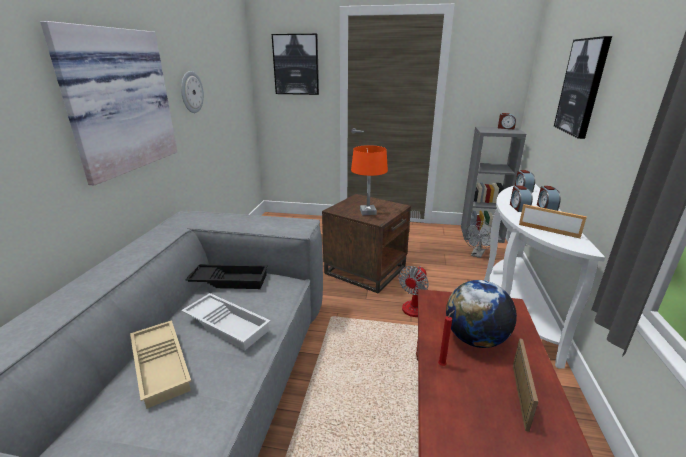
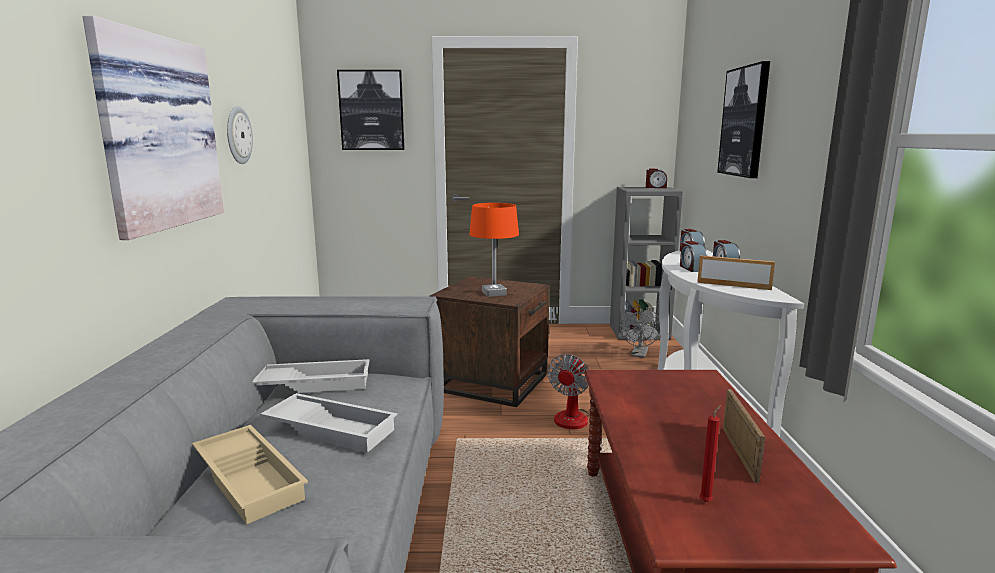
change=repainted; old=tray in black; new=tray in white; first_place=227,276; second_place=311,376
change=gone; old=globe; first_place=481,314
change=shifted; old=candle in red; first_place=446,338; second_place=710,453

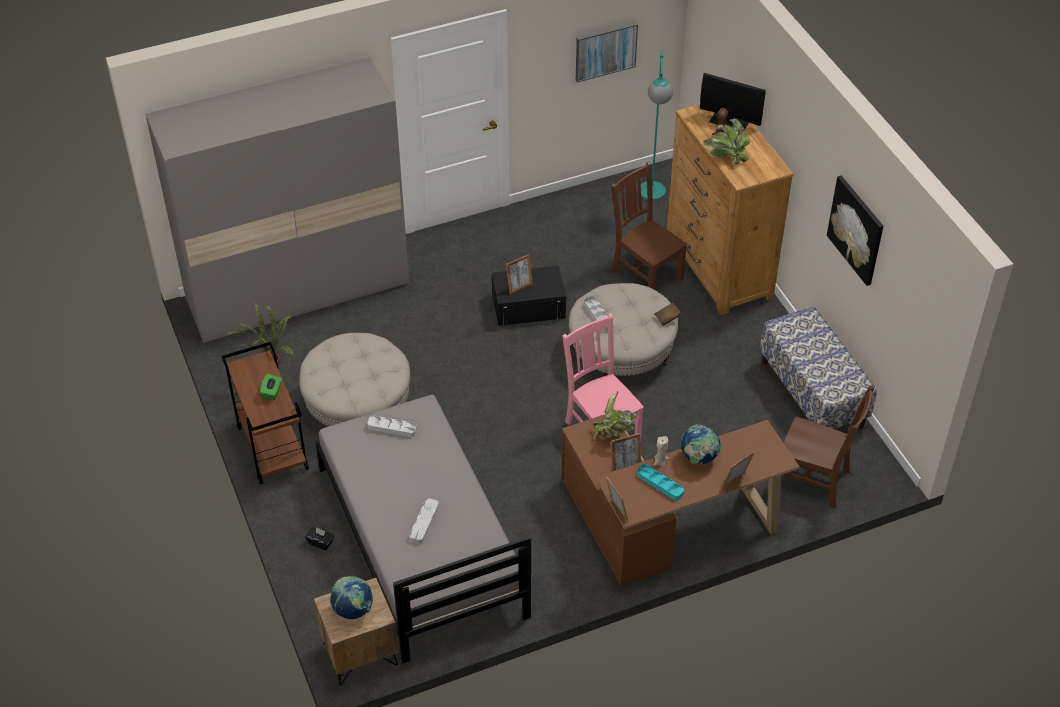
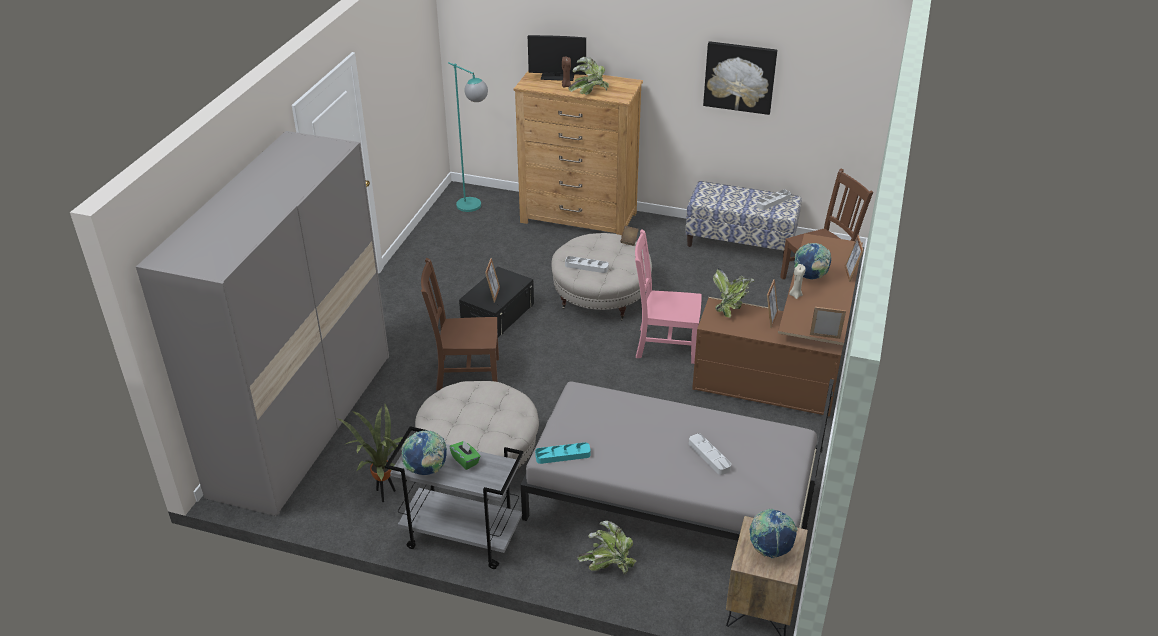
change=gone; old=picture; first_place=607,52
change=rotated; old=monitor; first_place=733,101; second_place=557,58; degrees=-150
change=shifted; old=chair in brown; first_place=649,225; second_place=460,324
change=repainted; old=cart in brown; new=cart in grey; first_place=265,413; second_place=454,497
change=shifted; old=tray in grey; first_place=392,426; second_place=774,200
change=shifted; old=tray in turquoise; first_place=660,482; second_place=563,453
change=swapped; old=tissue box in black; new=potted plant; first_place=319,538; second_place=606,547
change=new; new=globe; second_place=424,452

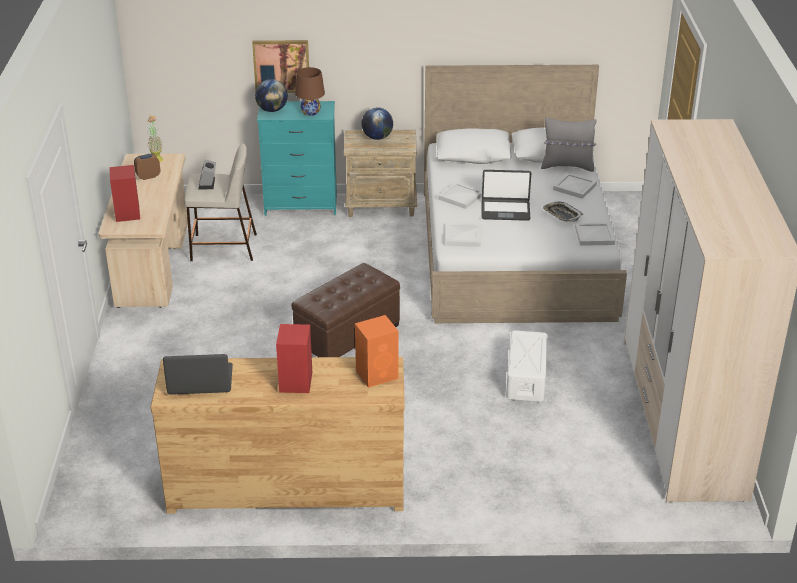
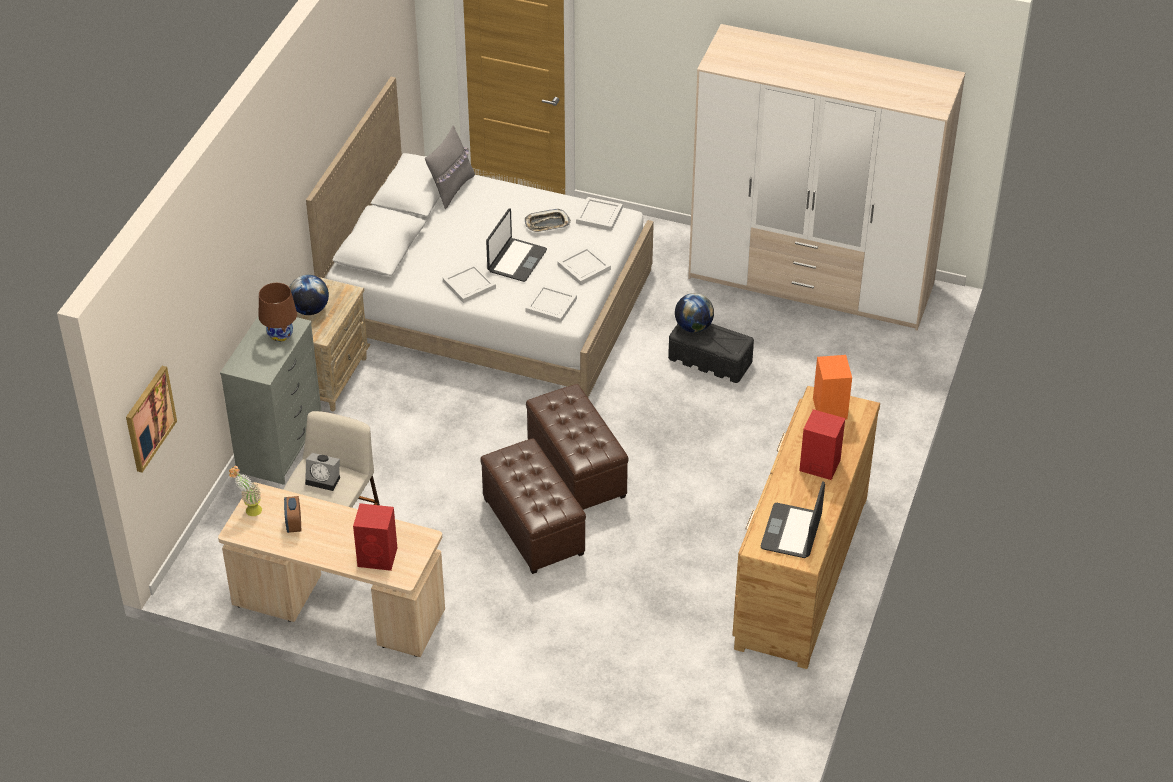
change=shifted; old=picture; first_place=280,66; second_place=151,419
change=shifted; old=globe; first_place=271,95; second_place=694,313
change=repainted; old=dresser in turquoise; new=dresser in grey; first_place=297,158; second_place=271,400
change=shifted; old=tray in white; first_place=575,186; second_place=584,265
change=repainted; old=storage box in white; new=storage box in black; first_place=527,366; second_place=711,353
change=new; new=ottoman in brown; second_place=533,506

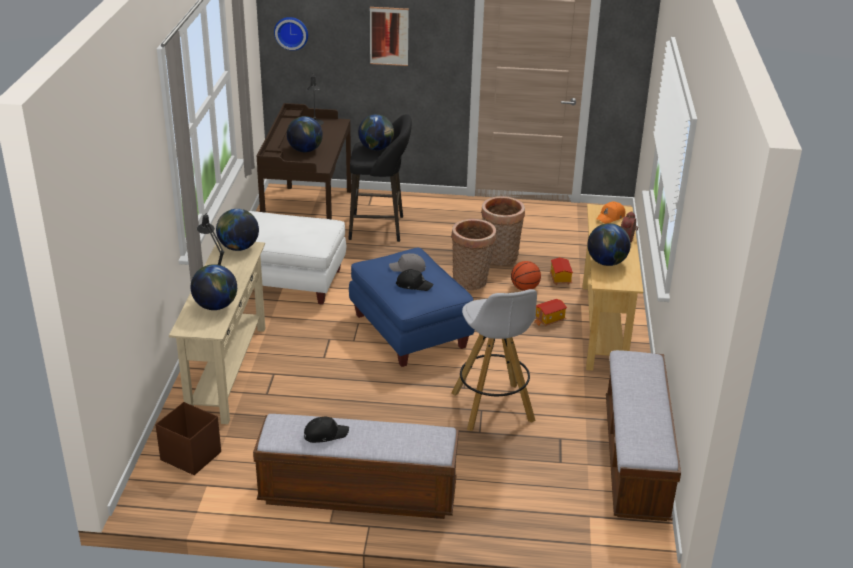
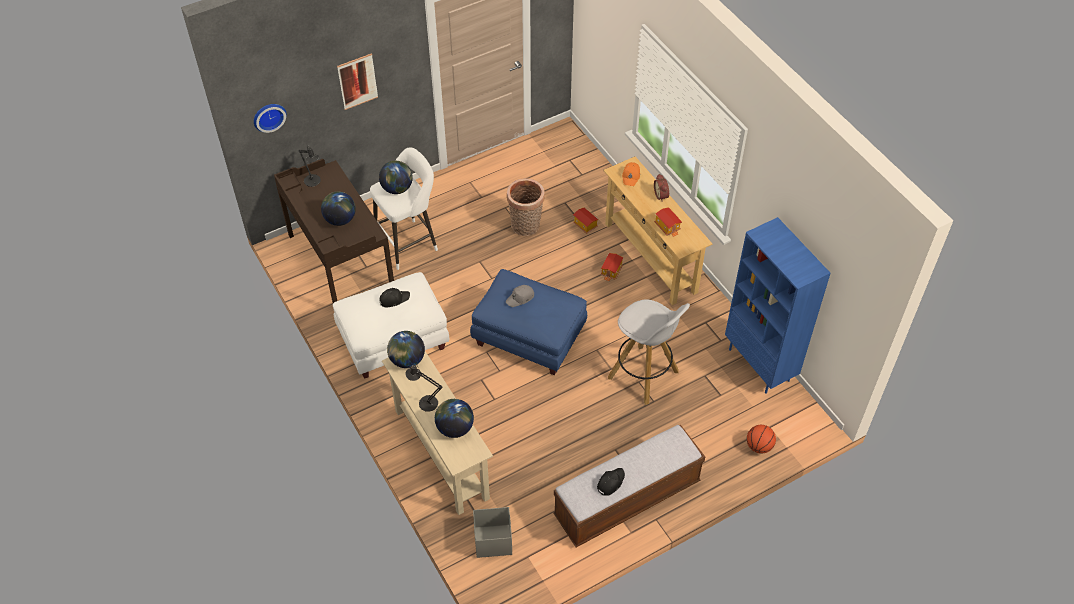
change=repainted; old=stool in black; new=stool in white; first_place=380,178; second_place=404,208
change=gone; old=basket; first_place=473,254
change=swapped; old=globe; new=toy house; first_place=609,244; second_place=668,222
change=shifted; old=basketball; first_place=526,276; second_place=761,439
change=shifted; old=cap in black; first_place=415,280; second_place=394,298
change=swapped; old=bench; new=bookcase in blue; first_place=643,435; second_place=778,305
change=repainted; old=storage box in brown; new=storage box in grey; first_place=188,438; second_place=492,532

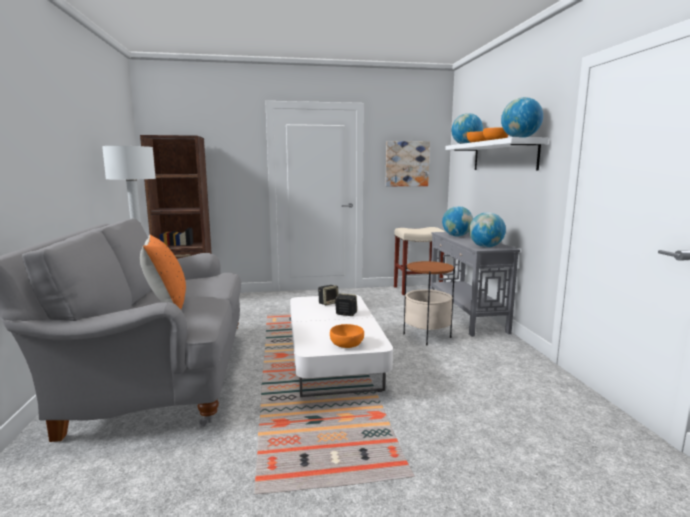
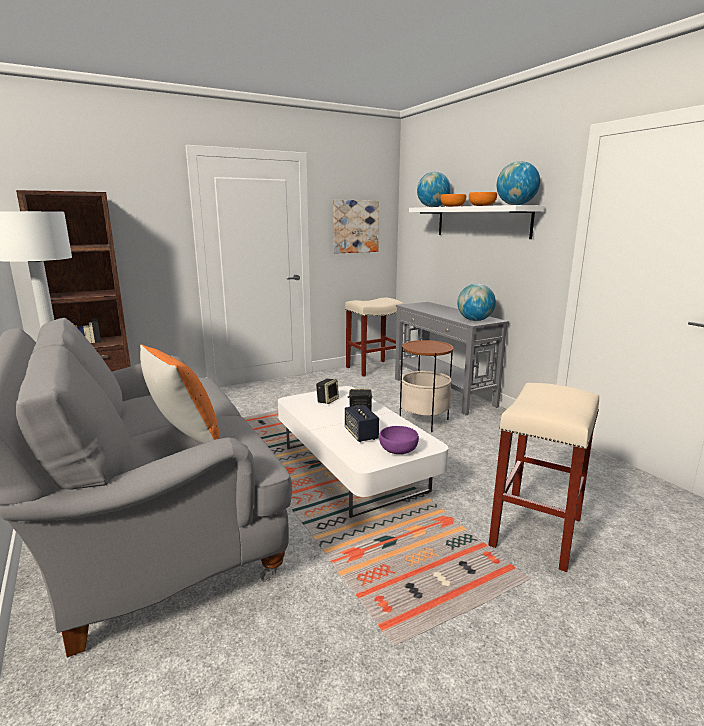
change=gone; old=globe; first_place=457,221
change=repainted; old=bowl in orange; new=bowl in purple; first_place=347,336; second_place=399,440
change=new; new=stool in beige; second_place=544,477
change=new; new=speaker; second_place=362,423

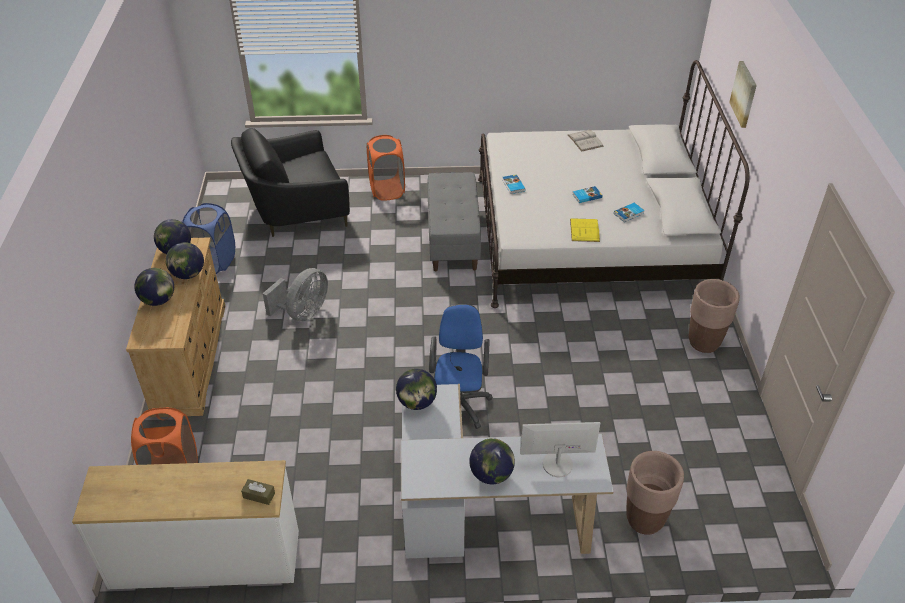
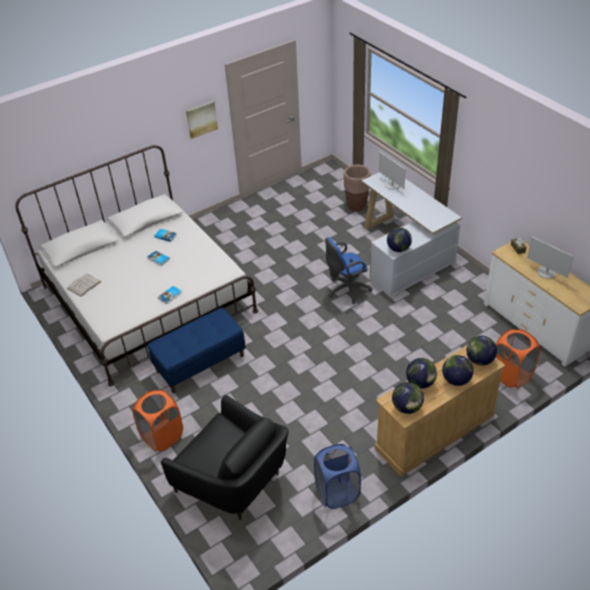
change=shifted; old=picture; first_place=743,94; second_place=202,120
change=repainted; old=bench in grey; new=bench in blue; first_place=454,221; second_place=197,350
change=gone; old=book in yellow; first_place=585,230
change=gone; old=fan in grey; first_place=295,295
change=gone; old=planter in brown; first_place=714,316
change=shifted; old=globe; first_place=492,461; second_place=481,351
change=new; new=monitor; second_place=550,258

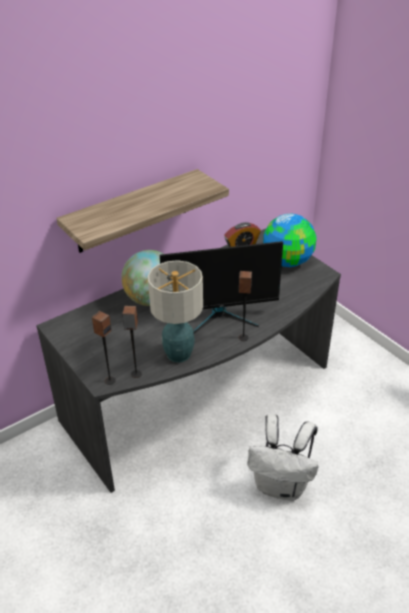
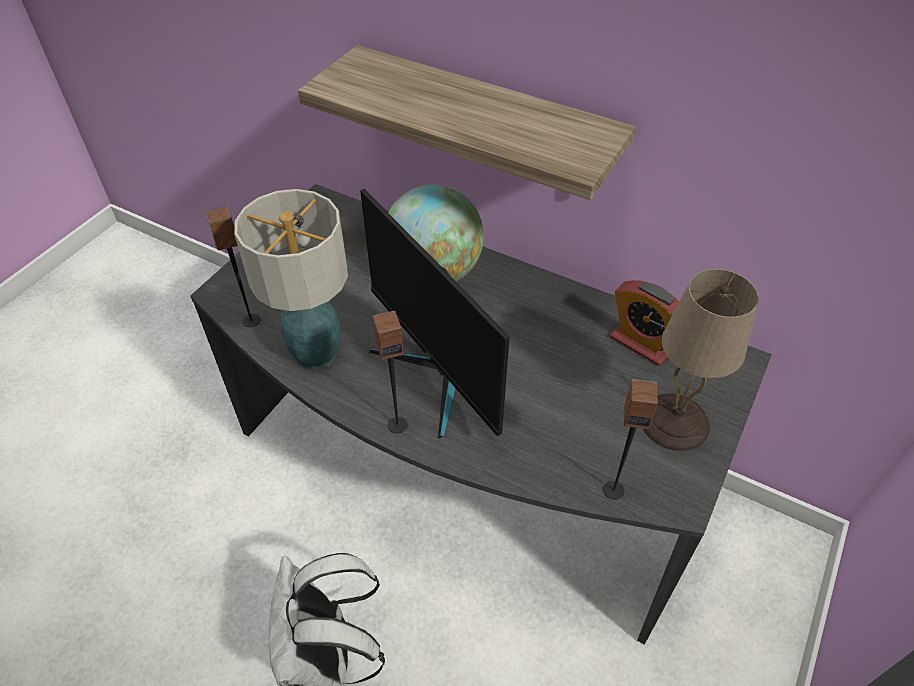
change=swapped; old=globe; new=table lamp in beige; first_place=290,240; second_place=701,360
change=shifted; old=speaker; first_place=104,348; second_place=630,439

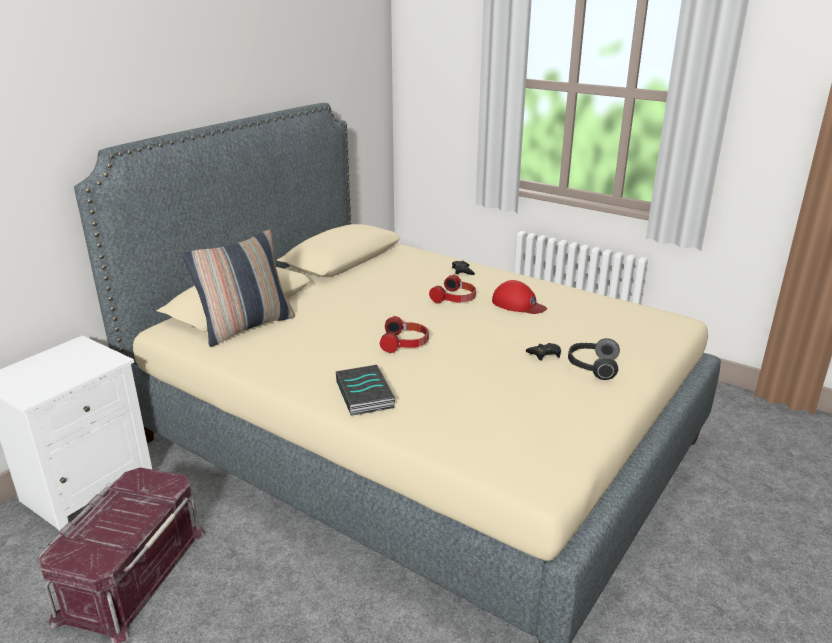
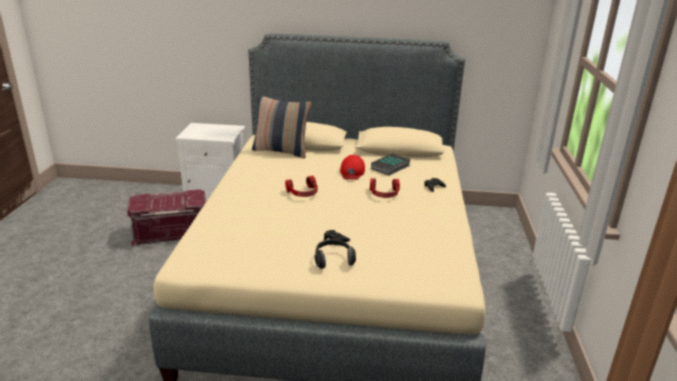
change=shifted; old=cap in red; first_place=519,297; second_place=352,167
change=shifted; old=book; first_place=365,390; second_place=390,164

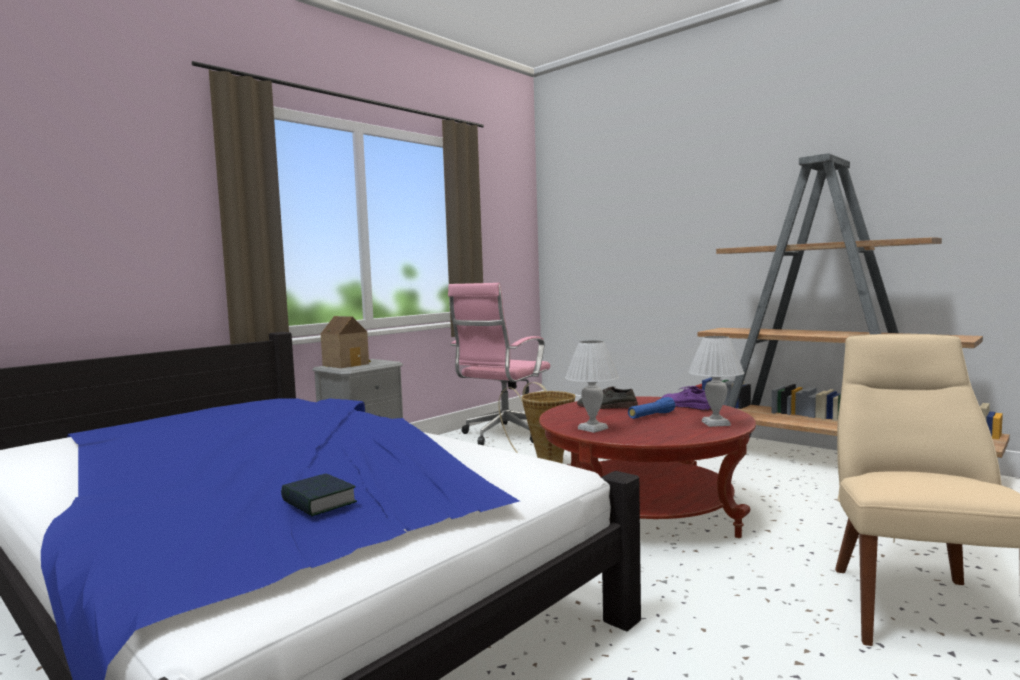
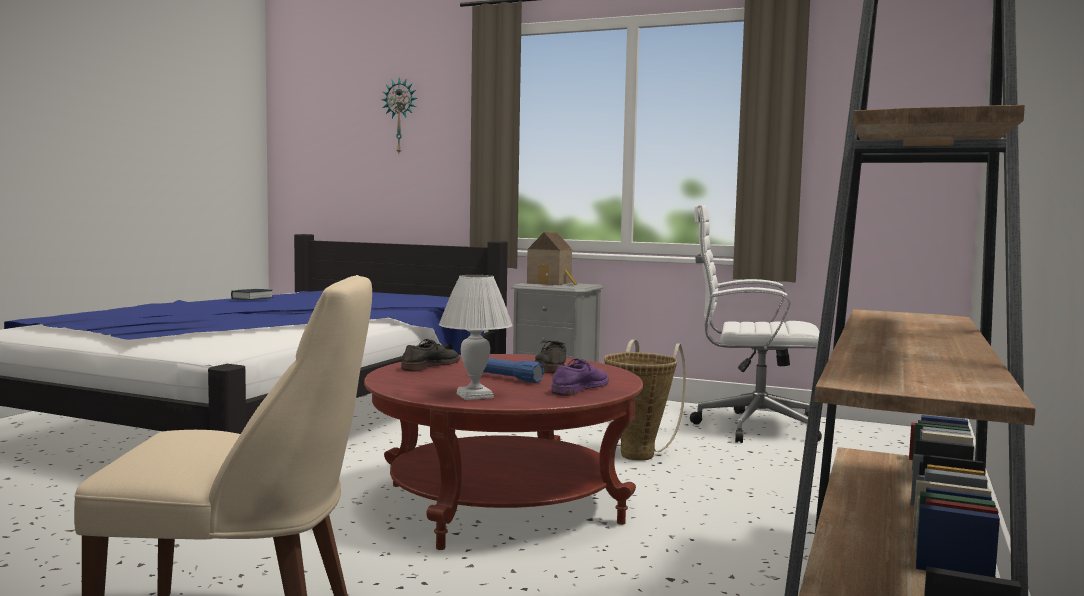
change=repainted; old=office chair in pink; new=office chair in white; first_place=499,364; second_place=756,324
change=swapped; old=table lamp in white; new=shoe in grey; first_place=592,386; second_place=430,355
change=shifted; old=book; first_place=319,495; second_place=252,294
change=new; new=wall clock; second_place=399,115

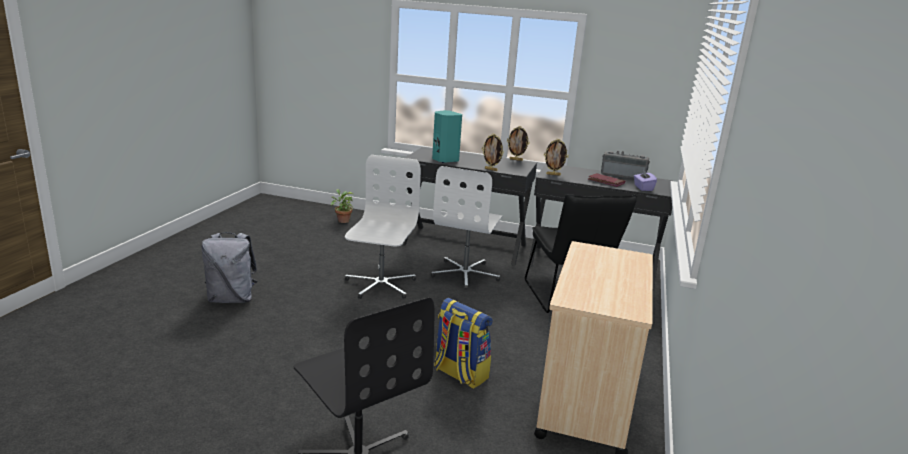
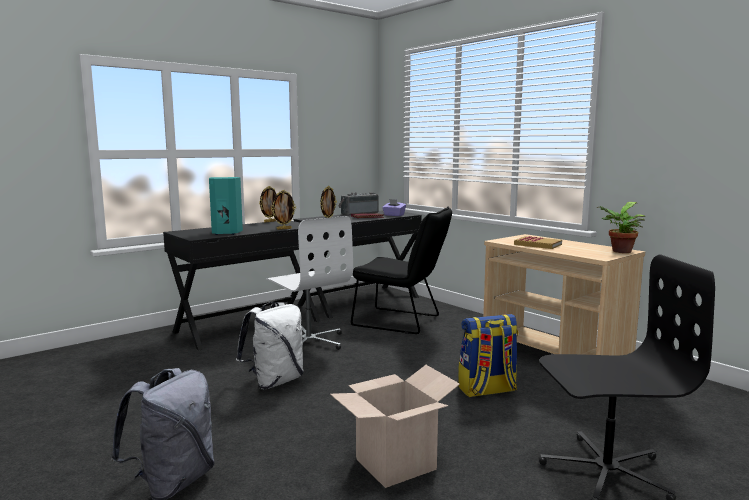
change=swapped; old=office chair in white; new=backpack in white; first_place=383,227; second_place=270,345
change=shifted; old=potted plant; first_place=342,206; second_place=621,227
change=new; new=book; second_place=538,242
change=new; new=cardboard box; second_place=395,426

